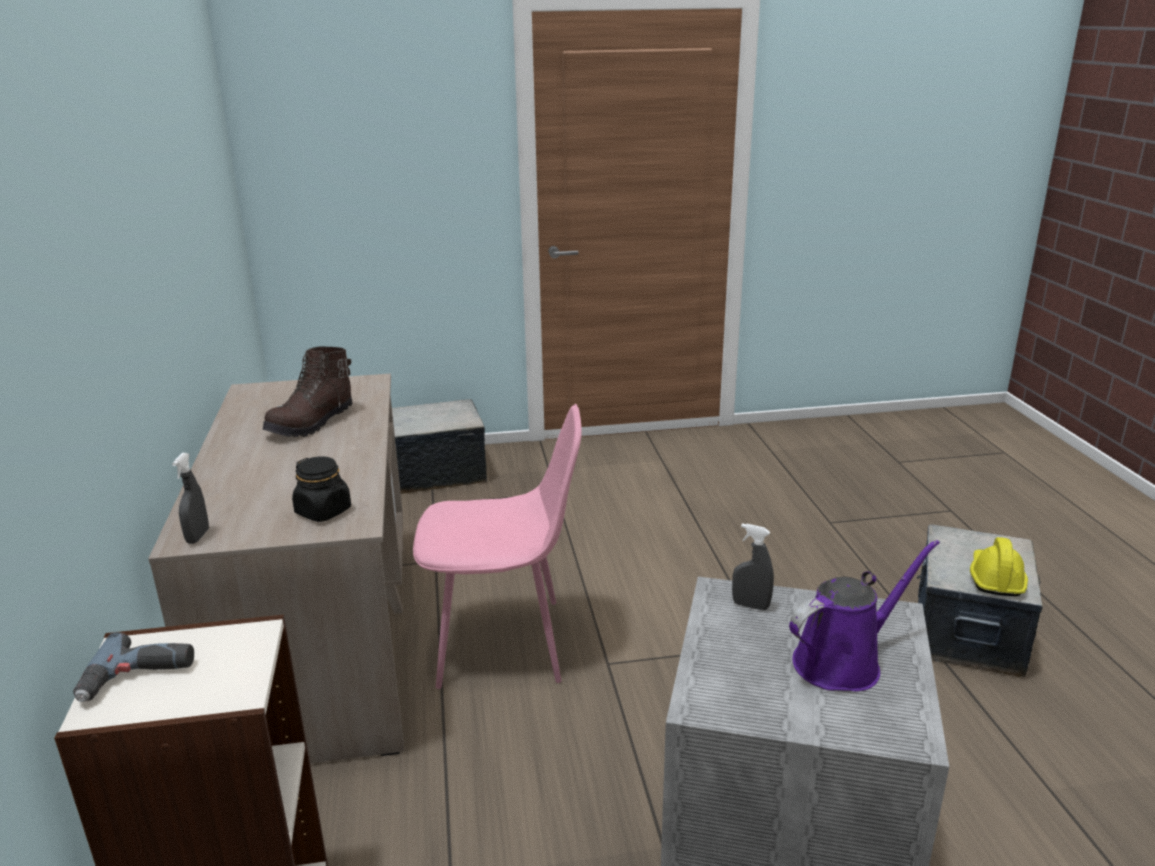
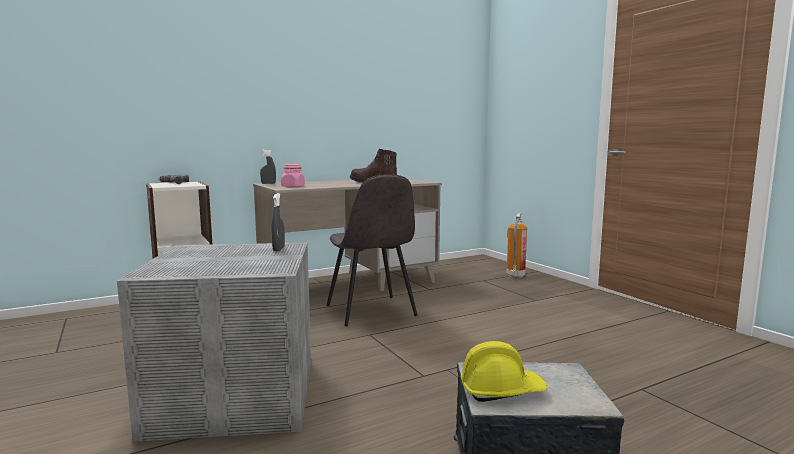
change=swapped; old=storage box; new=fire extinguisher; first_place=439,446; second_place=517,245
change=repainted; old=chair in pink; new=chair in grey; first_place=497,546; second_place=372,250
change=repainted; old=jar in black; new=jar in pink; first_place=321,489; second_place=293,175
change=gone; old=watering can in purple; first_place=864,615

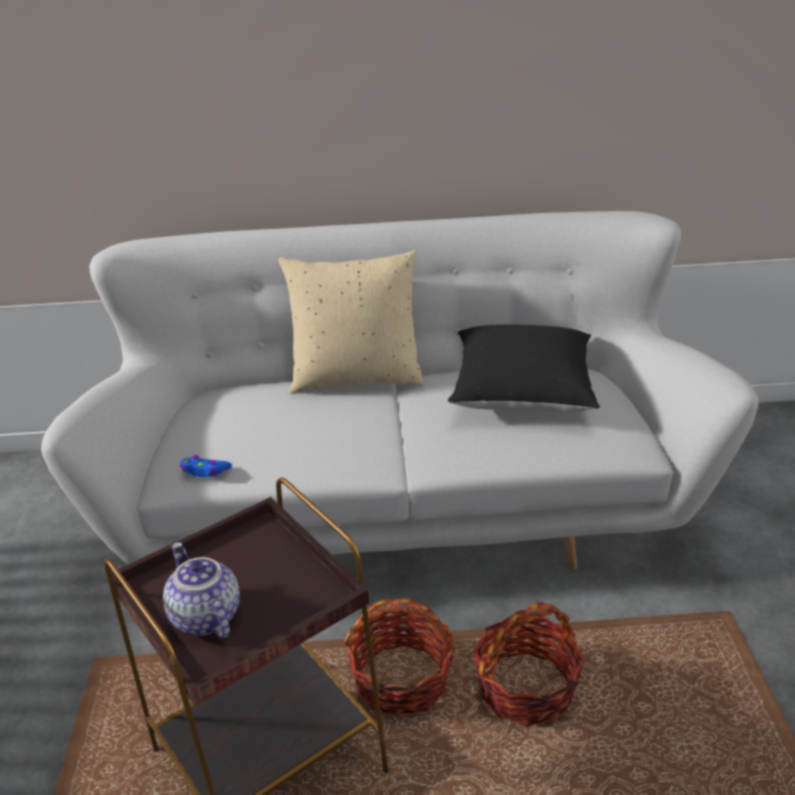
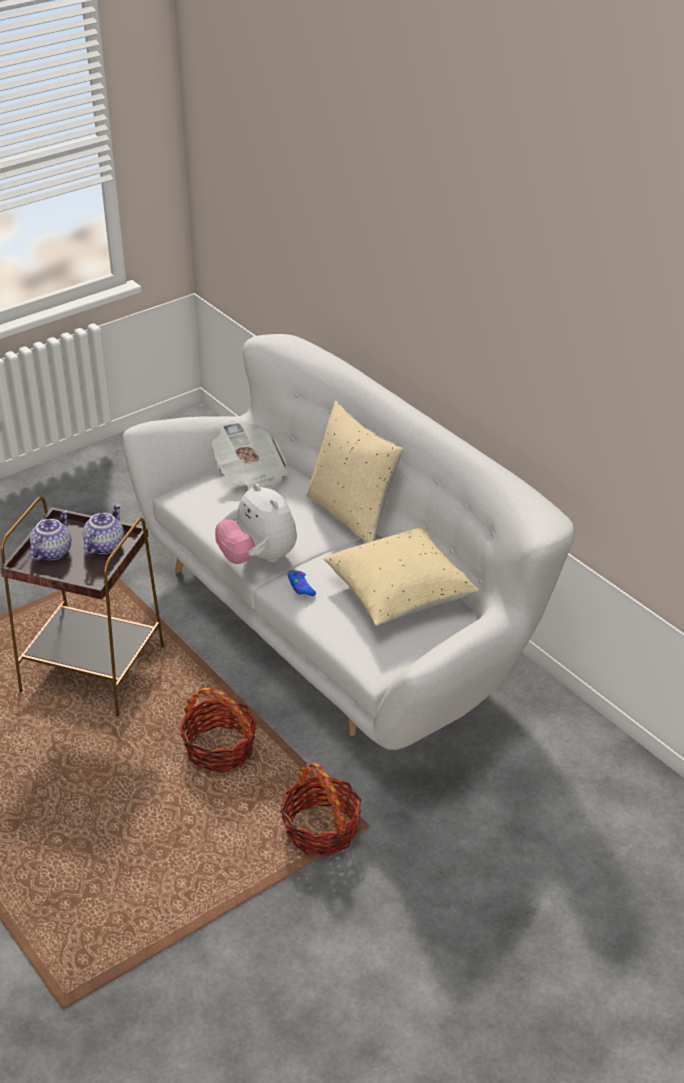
change=repainted; old=pillow in black; new=pillow in beige; first_place=524,368; second_place=402,576
change=shifted; old=game controller in blue; first_place=206,466; second_place=302,583
change=shifted; old=basket; first_place=400,658; second_place=321,809
change=new; new=newspaper; second_place=250,455
change=new; new=plush toy; second_place=256,524
change=new; new=teapot; second_place=103,529

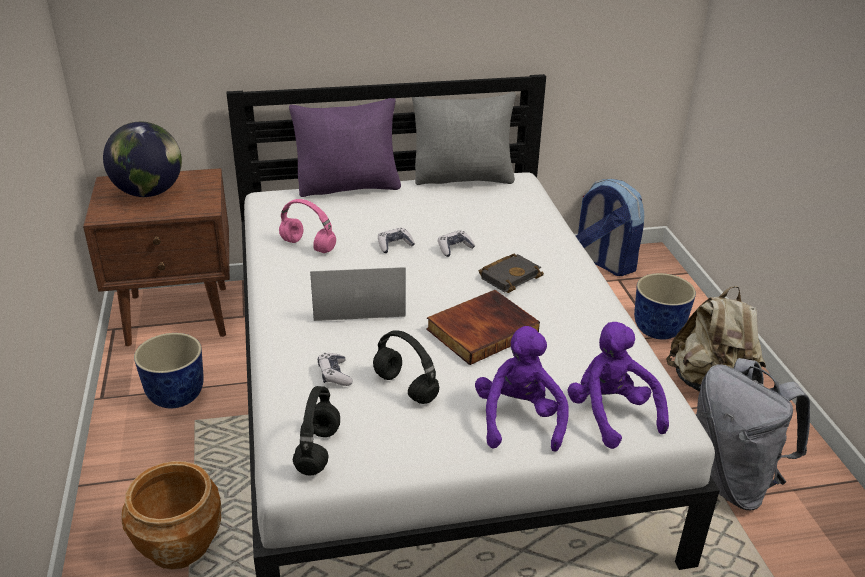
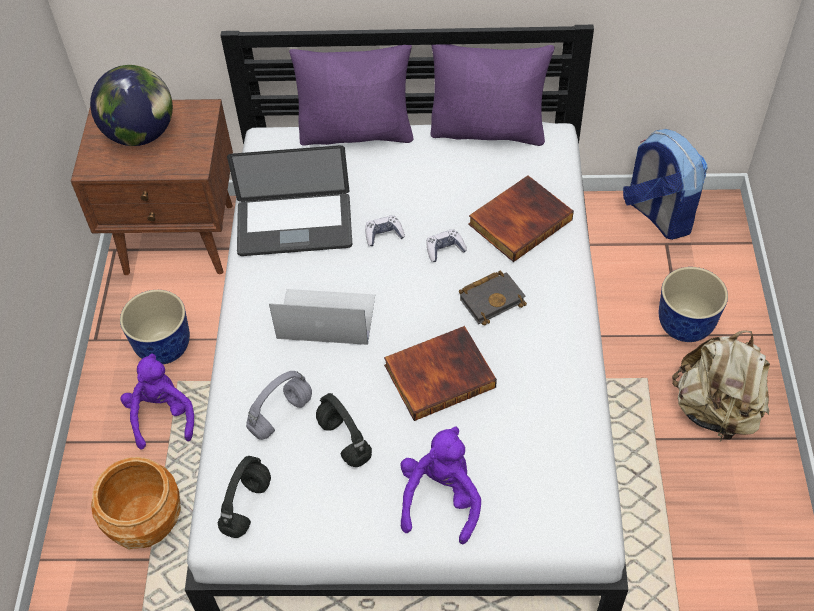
change=repainted; old=pillow in grey; new=pillow in purple; first_place=464,138; second_place=492,95
change=swapped; old=headphones in pink; new=laptop; first_place=307,226; second_place=289,200
change=shifted; old=plush toy in purple; first_place=618,385; second_place=157,401
change=swapped; old=game controller; new=headphones in grey; first_place=335,369; second_place=279,405
change=gone; old=backpack in grey; first_place=753,434
change=new; new=book; second_place=521,219

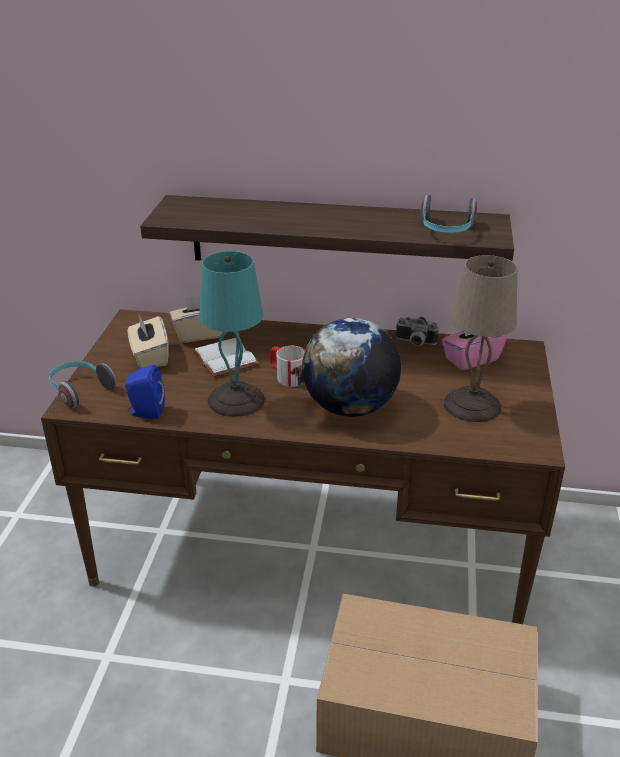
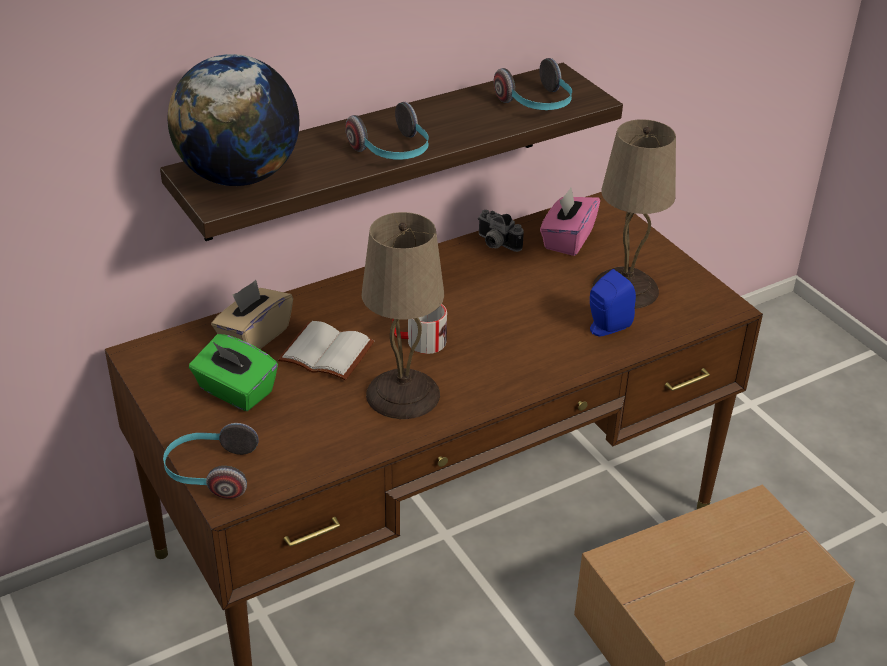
change=repainted; old=table lamp in turquoise; new=table lamp in beige; first_place=232,334; second_place=403,315
change=repainted; old=tissue box in beige; new=tissue box in green; first_place=148,342; second_place=233,372
change=rotated; old=photo camera; first_place=417,331; second_place=501,231; degrees=60
change=shifted; old=globe; first_place=351,367; second_place=233,120
change=shifted; old=speaker in blue; first_place=145,392; second_place=613,303
change=new; new=headphones; second_place=387,131

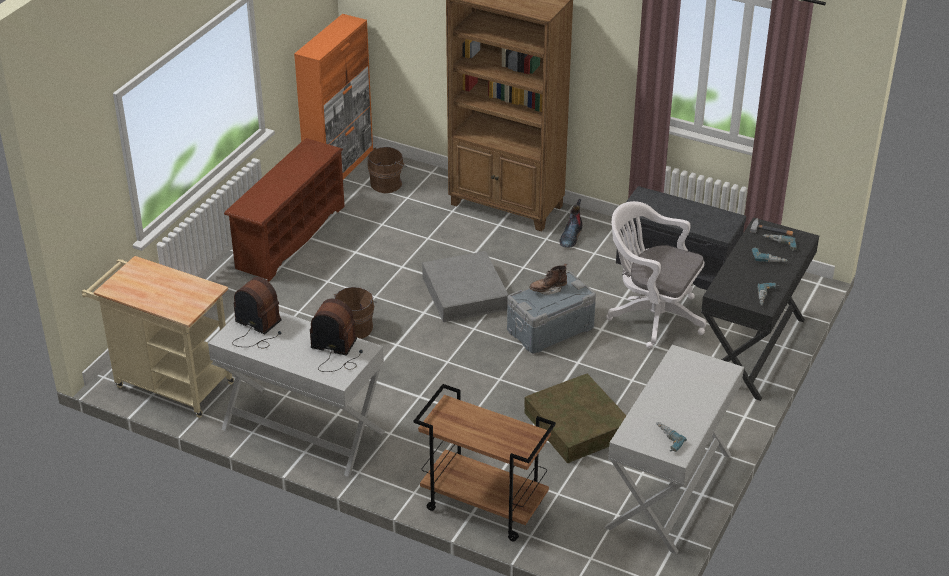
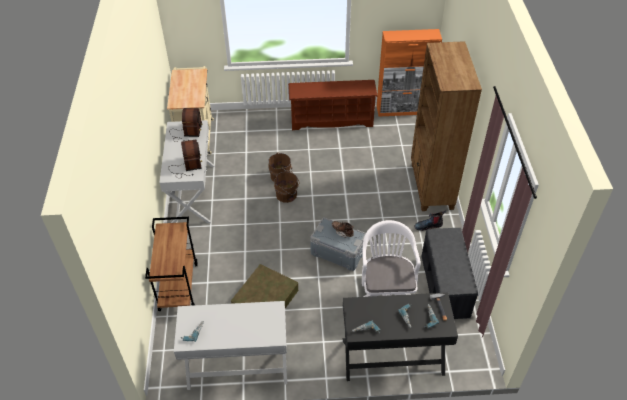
change=shifted; old=bucket in brown; first_place=387,170; second_place=287,187
change=gone; old=storage box in grey; first_place=465,286

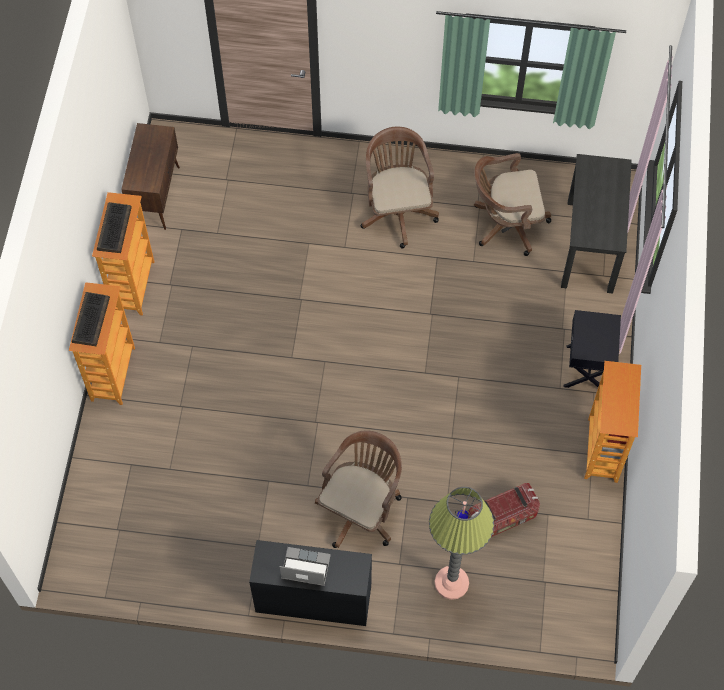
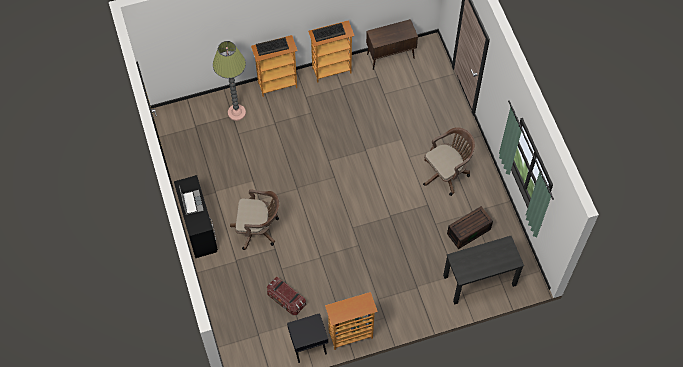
change=swapped; old=office chair in brown; new=storage box in brown; first_place=512,204; second_place=470,227
change=shifted; old=nightstand in black; first_place=592,349; second_place=307,338
change=shifted; old=floor lamp; first_place=461,543; second_place=229,81

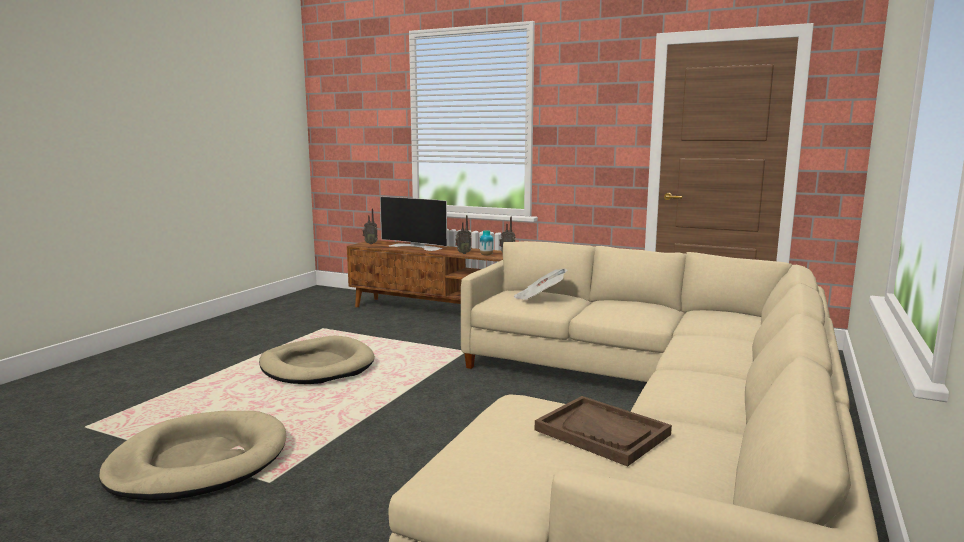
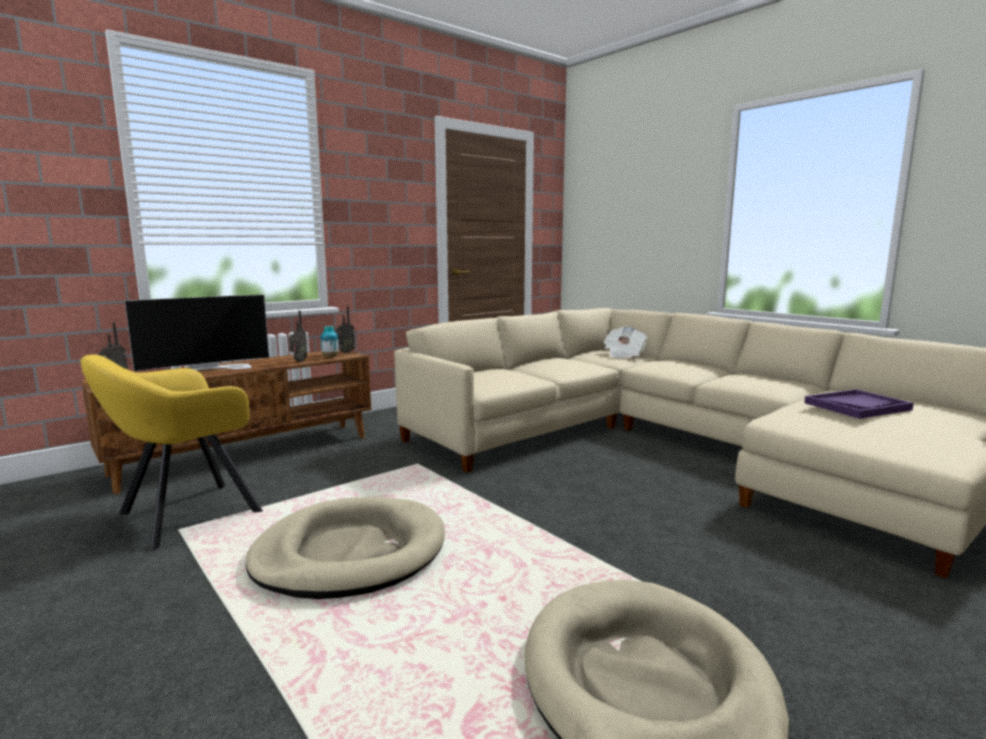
change=shifted; old=newspaper; first_place=540,284; second_place=625,342
change=repainted; old=tray in brown; new=tray in purple; first_place=603,431; second_place=859,404
change=new; new=armchair in yellow; second_place=172,453

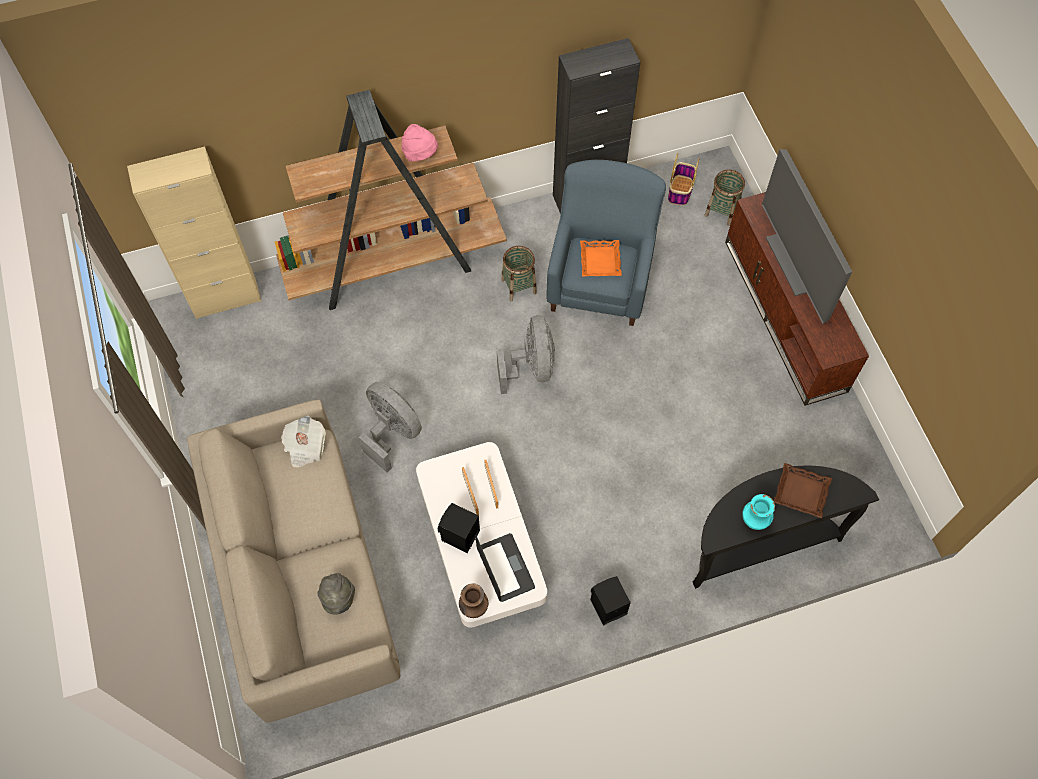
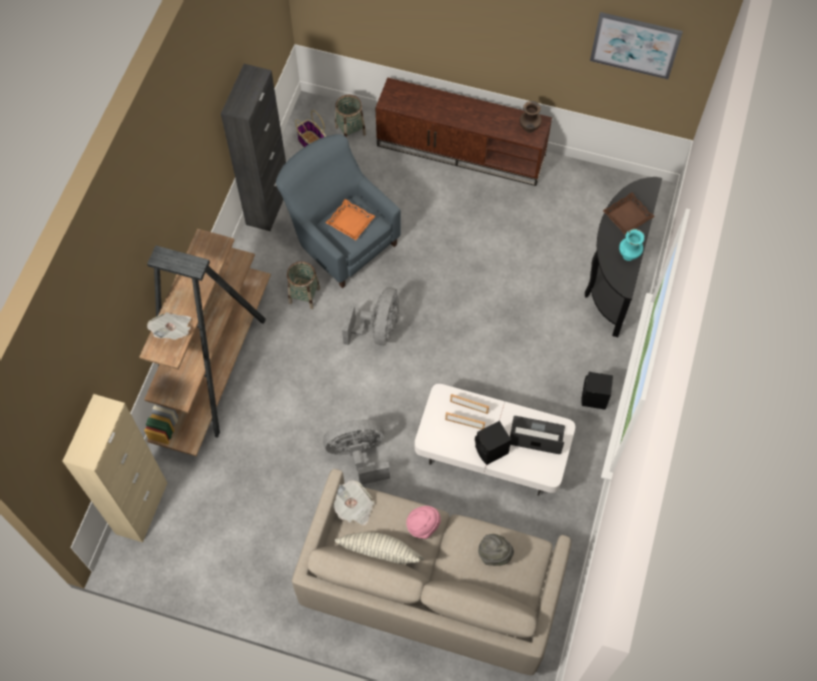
change=shifted; old=hat in pink; first_place=419,143; second_place=423,522
change=gone; old=television; first_place=807,236
change=rotated; old=fan in grey; first_place=526,354; second_place=370,316; degrees=75
change=shifted; old=vase in brown; first_place=473,601; second_place=531,117
change=new; new=picture; second_place=636,45
change=new; new=newspaper; second_place=169,326
change=new; new=pillow; second_place=379,548

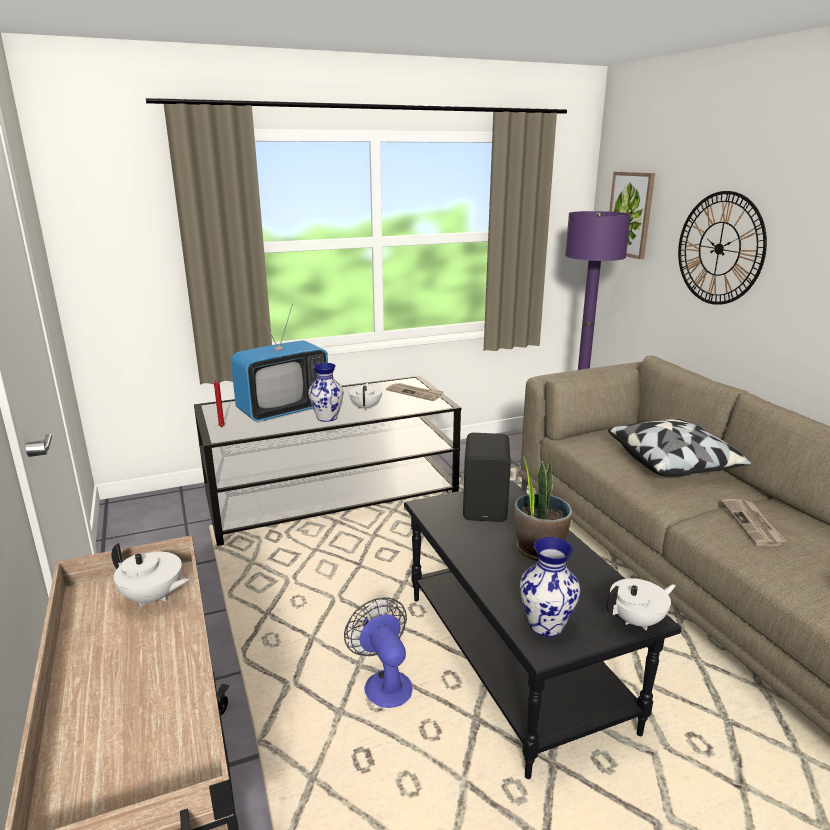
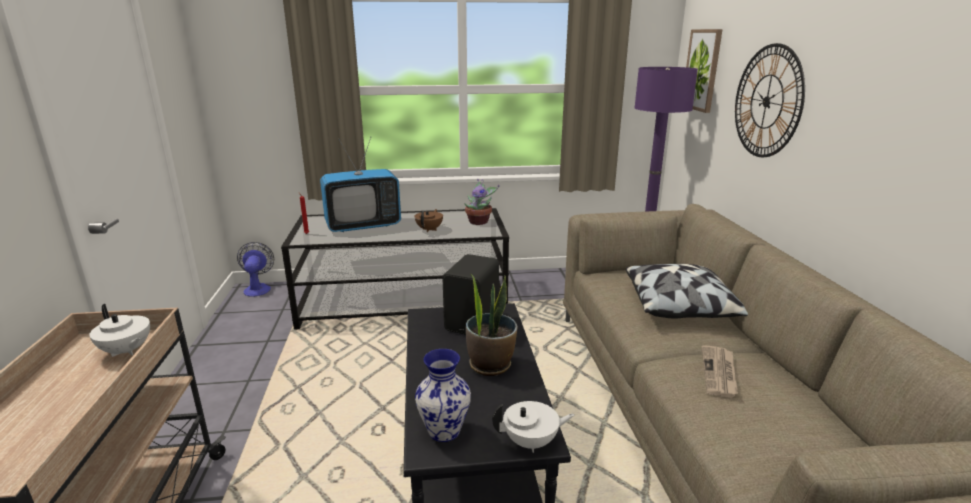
change=gone; old=vase; first_place=325,392
change=repainted; old=teapot in white; new=teapot in brown; first_place=365,397; second_place=429,220
change=swapped; old=newspaper; new=potted plant; first_place=415,392; second_place=481,202
change=shifted; old=fan; first_place=378,652; second_place=255,269

